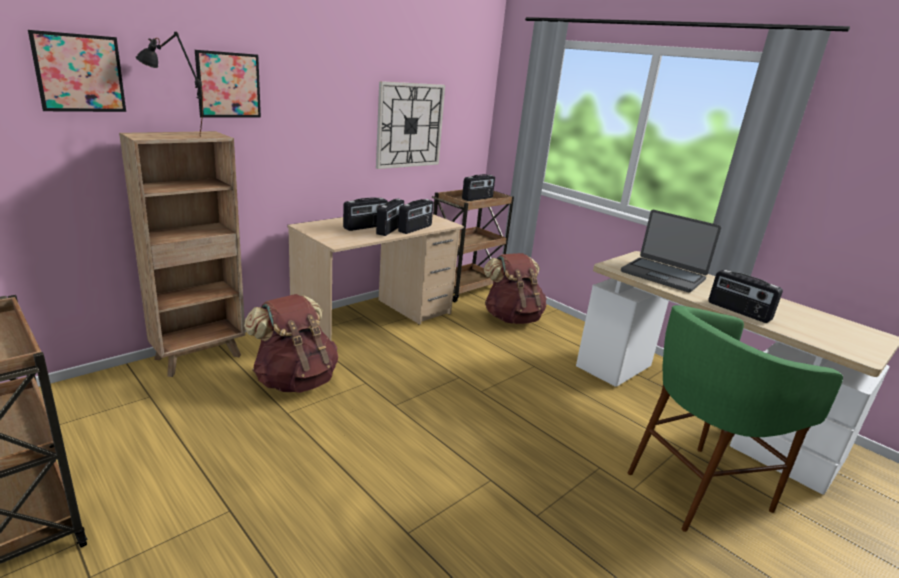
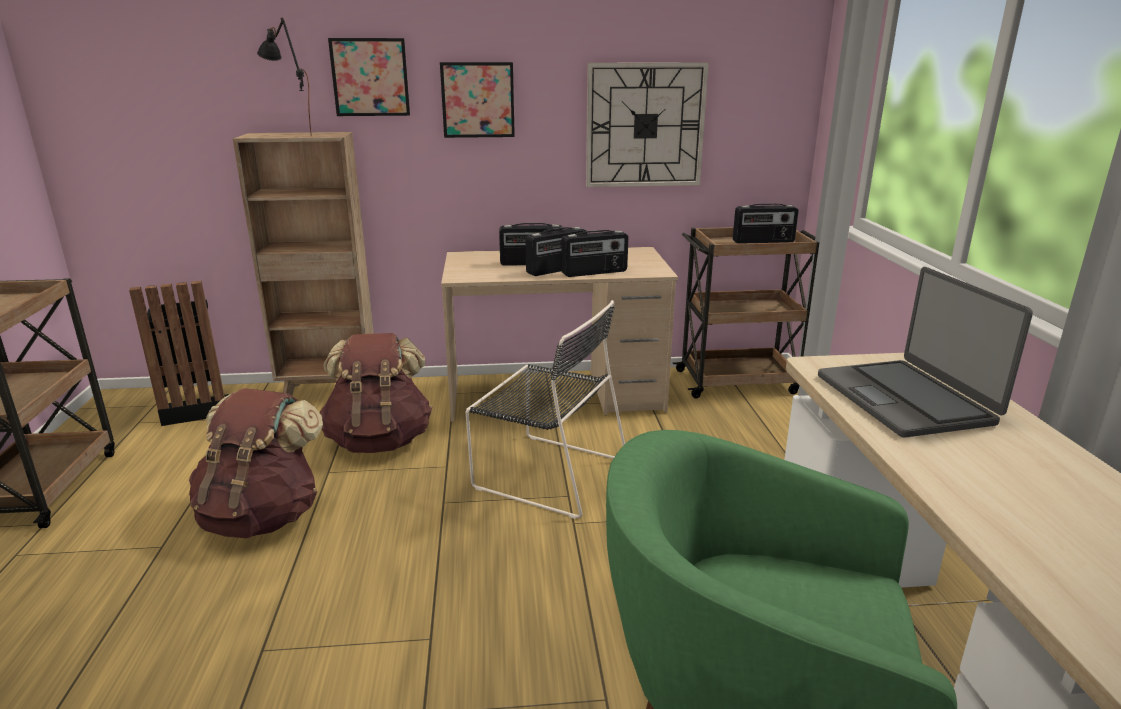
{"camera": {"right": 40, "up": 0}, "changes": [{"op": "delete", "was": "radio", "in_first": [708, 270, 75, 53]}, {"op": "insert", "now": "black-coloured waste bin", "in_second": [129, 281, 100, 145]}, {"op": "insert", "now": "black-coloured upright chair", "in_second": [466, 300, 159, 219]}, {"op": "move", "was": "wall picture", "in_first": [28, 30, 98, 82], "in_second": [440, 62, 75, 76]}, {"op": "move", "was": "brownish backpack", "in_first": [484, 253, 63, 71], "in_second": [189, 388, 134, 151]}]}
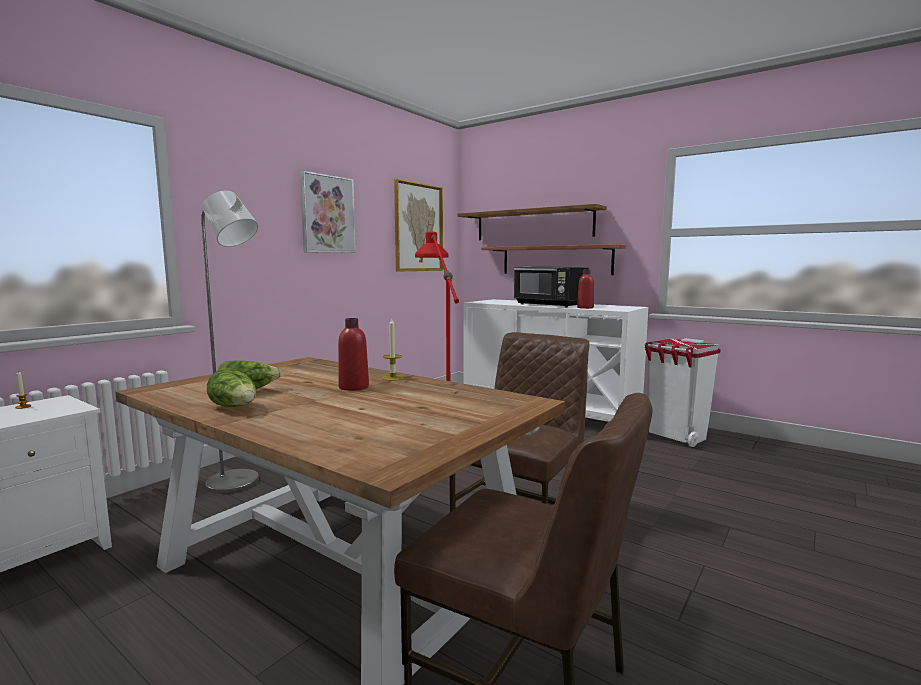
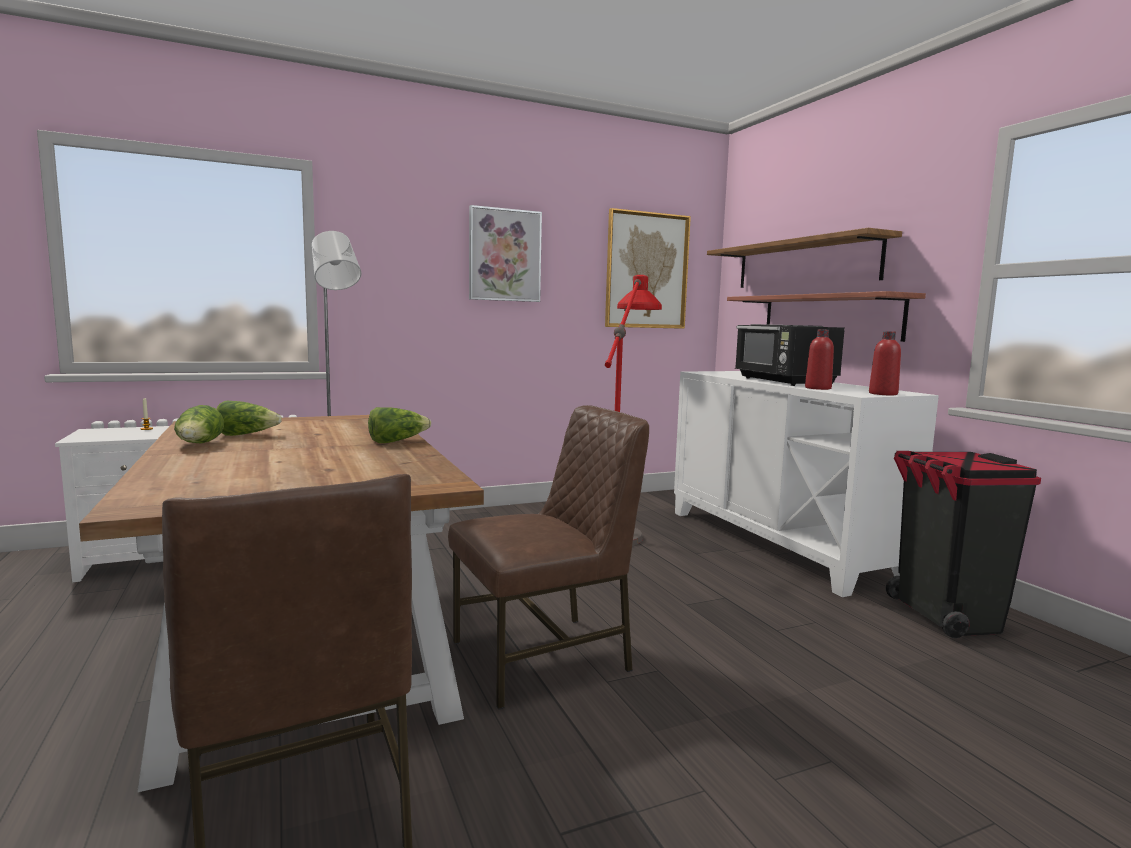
{"camera": {"right": 30, "up": 0}, "changes": [{"op": "move", "was": "red beverage bottle", "in_first": [338, 318, 31, 73], "in_second": [869, 331, 32, 64]}, {"op": "replace", "was": "wax candle", "now": "lettuce", "in_first": [382, 319, 22, 62], "in_second": [368, 407, 63, 36]}, {"op": "recolor", "was": "white-coloured waste bin", "now": "black-coloured waste bin", "in_first": [645, 338, 76, 109], "in_second": [886, 451, 155, 187]}]}
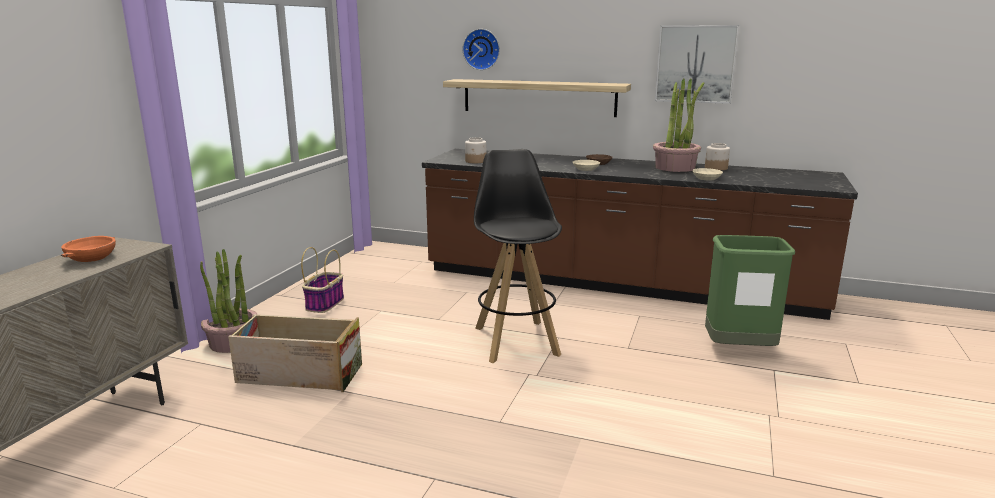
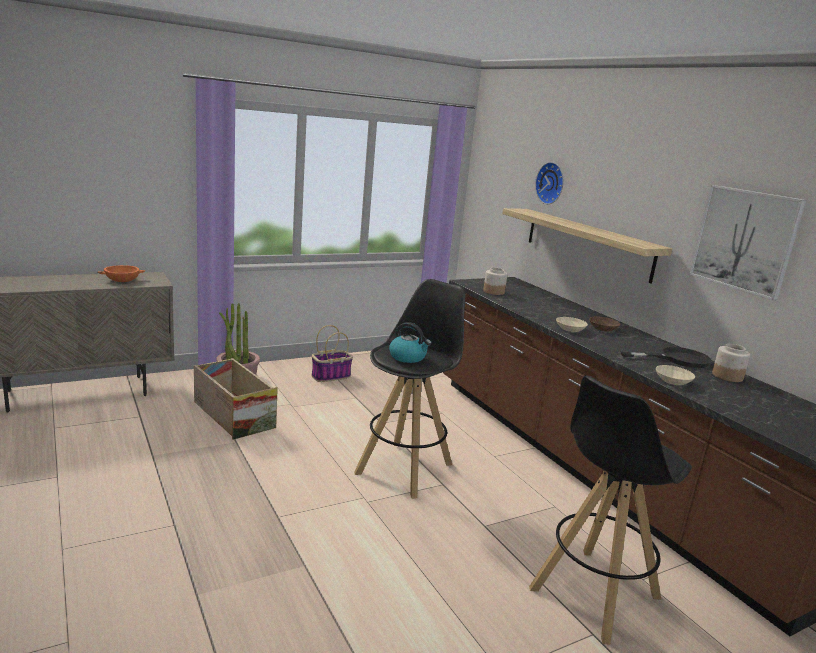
{"camera": {"right": 40, "up": 0}, "changes": [{"op": "insert", "now": "water kettle", "in_second": [389, 322, 43, 41]}, {"op": "replace", "was": "potted plant", "now": "black-coloured skillet", "in_first": [653, 78, 52, 94], "in_second": [621, 347, 91, 21]}, {"op": "replace", "was": "greenish waste bin", "now": "black-coloured stool", "in_first": [705, 235, 90, 111], "in_second": [529, 376, 163, 269]}]}
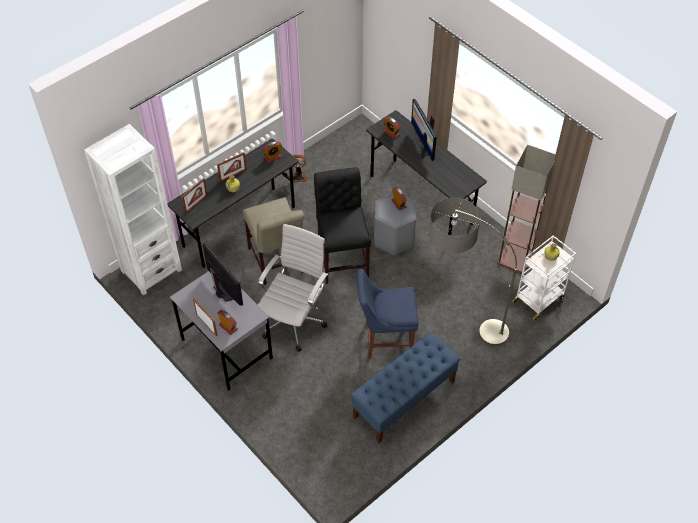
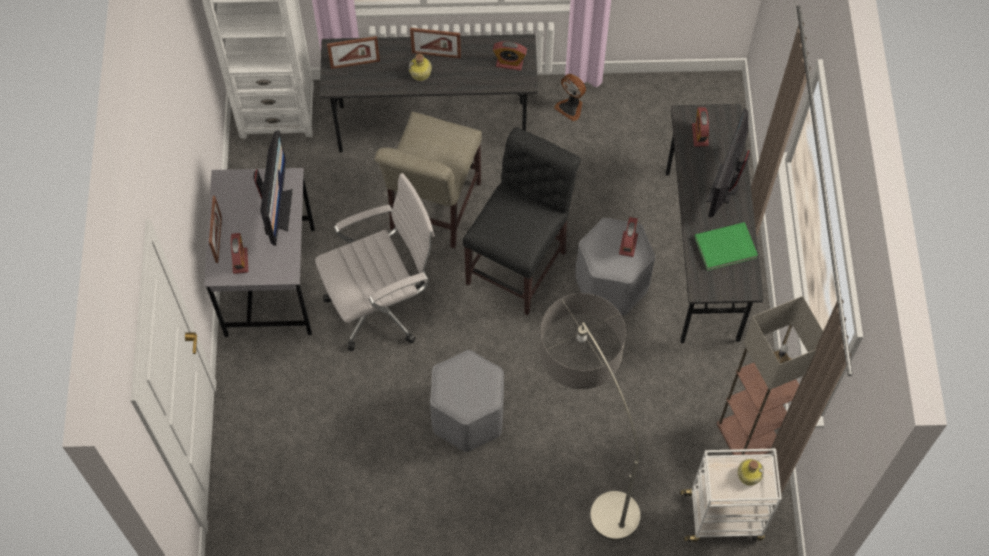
{"camera": {"right": 40, "up": 10}, "changes": [{"op": "delete", "was": "blue-coloured long seat", "in_first": [351, 332, 110, 111]}, {"op": "insert", "now": "greenish book", "in_second": [695, 222, 63, 49]}, {"op": "replace", "was": "blue-coloured upright chair", "now": "grey stool", "in_first": [357, 269, 61, 90], "in_second": [430, 350, 74, 102]}]}
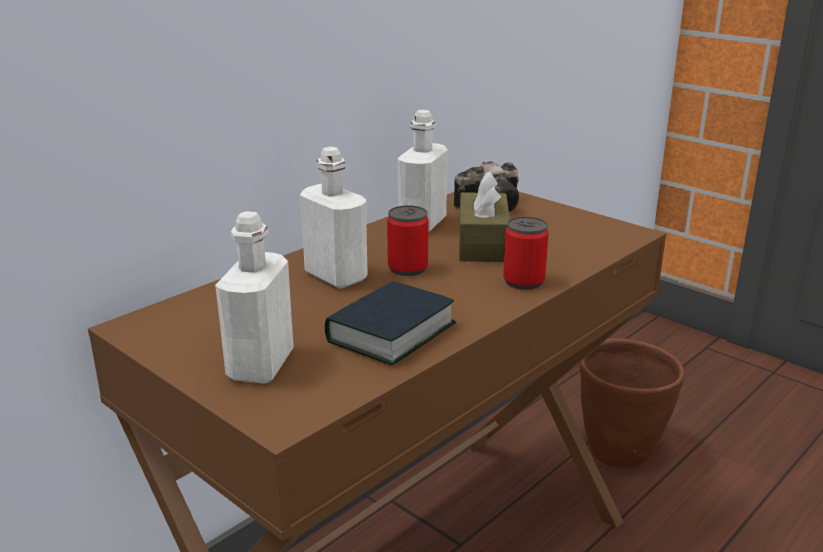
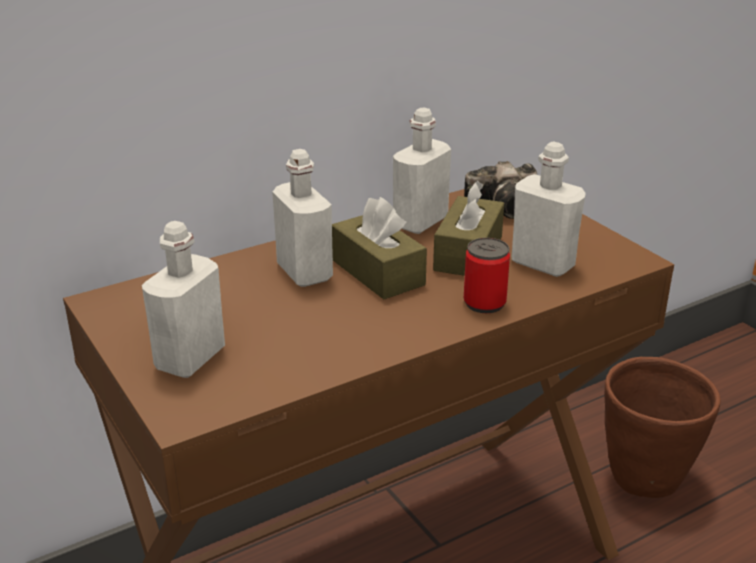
{"camera": {"right": 15, "up": 5}, "changes": [{"op": "delete", "was": "book", "in_first": [325, 281, 131, 84]}, {"op": "insert", "now": "white-coloured beverage bottle", "in_second": [512, 142, 74, 135]}, {"op": "replace", "was": "can", "now": "brownish tissue holder", "in_first": [387, 205, 41, 71], "in_second": [332, 197, 95, 102]}]}
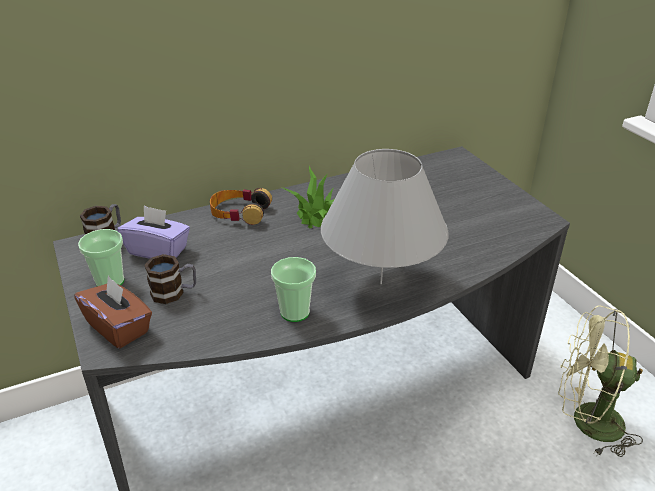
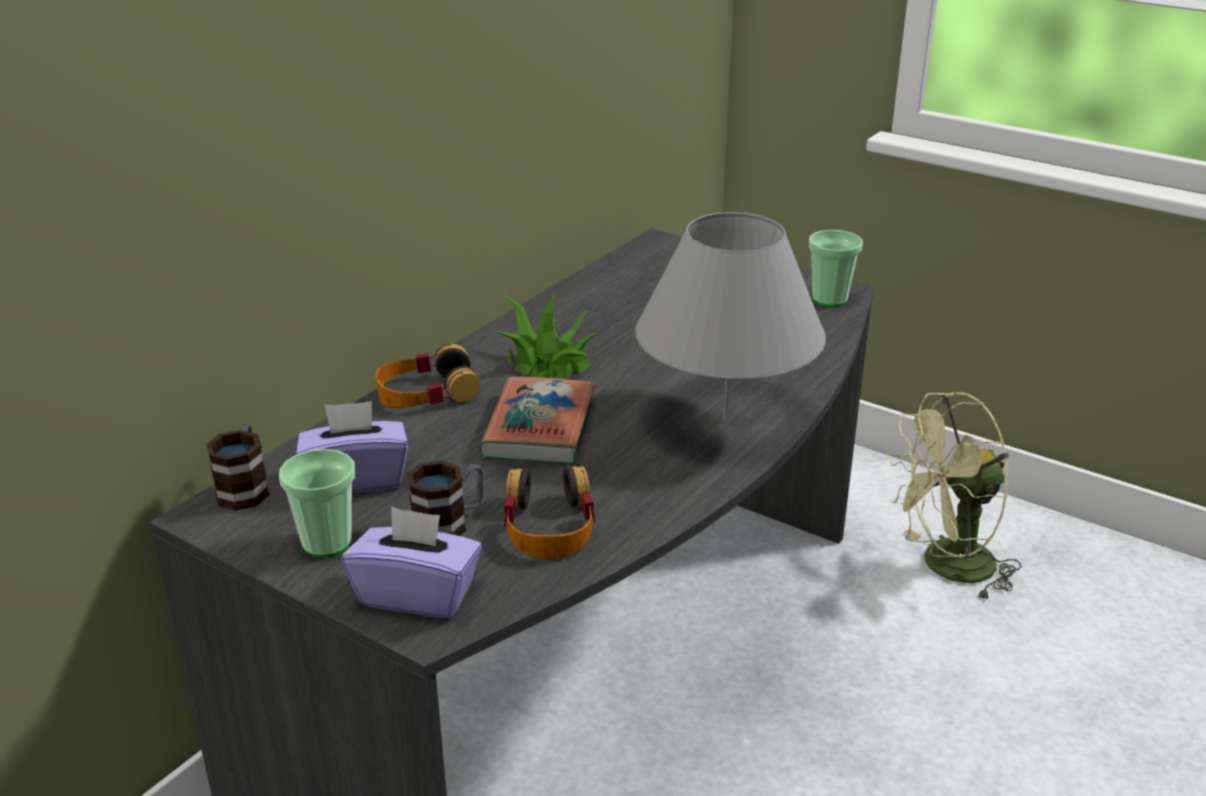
{"camera": {"right": -30, "up": -5}, "changes": [{"op": "insert", "now": "book", "in_second": [478, 377, 117, 88]}, {"op": "insert", "now": "headphones", "in_second": [504, 466, 91, 94]}, {"op": "move", "was": "cup", "in_first": [271, 257, 45, 65], "in_second": [809, 230, 54, 77]}, {"op": "recolor", "was": "brownish tissue holder", "now": "purple-coloured tissue holder", "in_first": [74, 275, 78, 74], "in_second": [342, 506, 140, 112]}]}
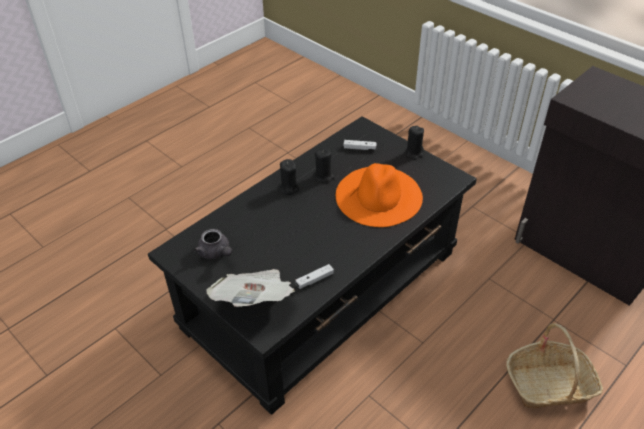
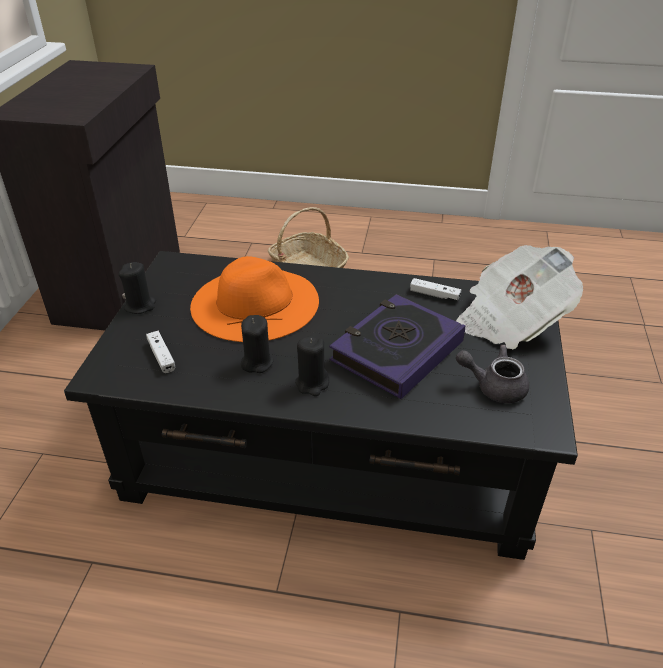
{"camera": {"right": -125, "up": -5}, "changes": [{"op": "insert", "now": "book", "in_second": [329, 294, 136, 105]}, {"op": "rotate", "was": "grey pot for tea", "in_first": [194, 229, 38, 30], "in_second": [456, 345, 73, 58], "clockwise": -90}]}
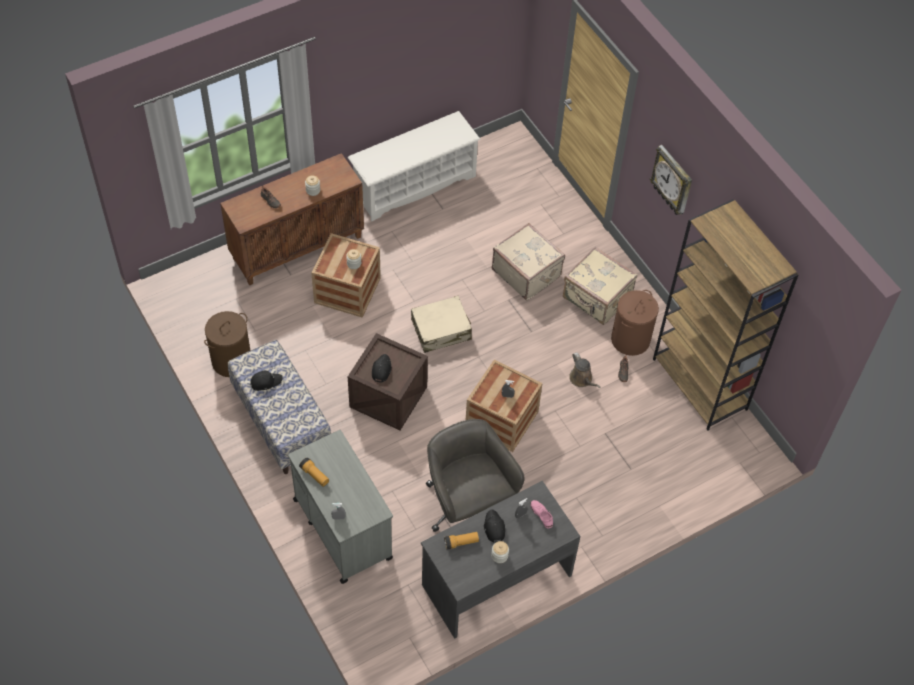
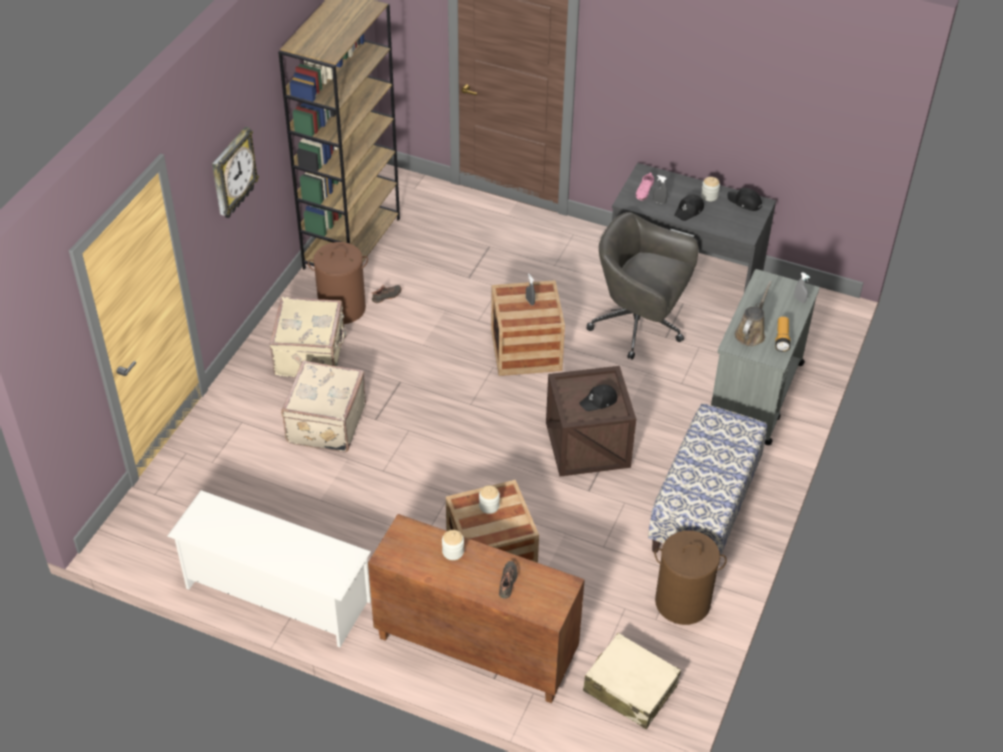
{"camera": {"right": -125, "up": -10}, "changes": [{"op": "delete", "was": "hand torch", "in_first": [444, 532, 35, 18]}, {"op": "move", "was": "black-coloured baseball cap", "in_first": [250, 370, 33, 21], "in_second": [727, 188, 35, 23]}, {"op": "move", "was": "sand-coloured travel case", "in_first": [411, 296, 61, 57], "in_second": [583, 633, 98, 96]}, {"op": "move", "was": "brownish watering can", "in_first": [569, 352, 32, 36], "in_second": [735, 281, 36, 65]}, {"op": "rotate", "was": "grey computer chair", "in_first": [426, 419, 98, 113], "in_second": [586, 212, 113, 148], "clockwise": 90}]}
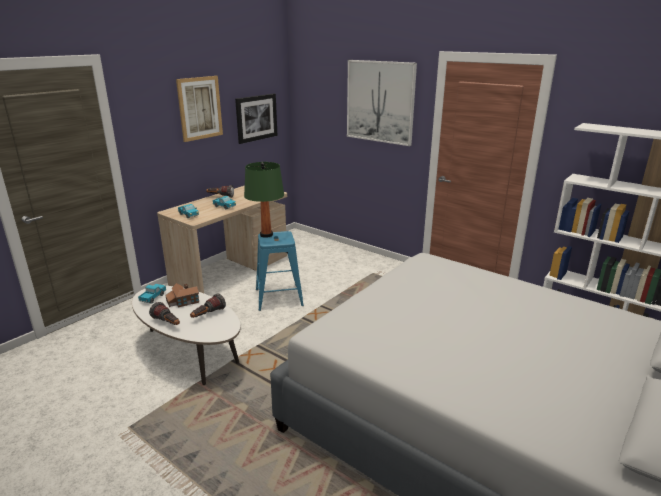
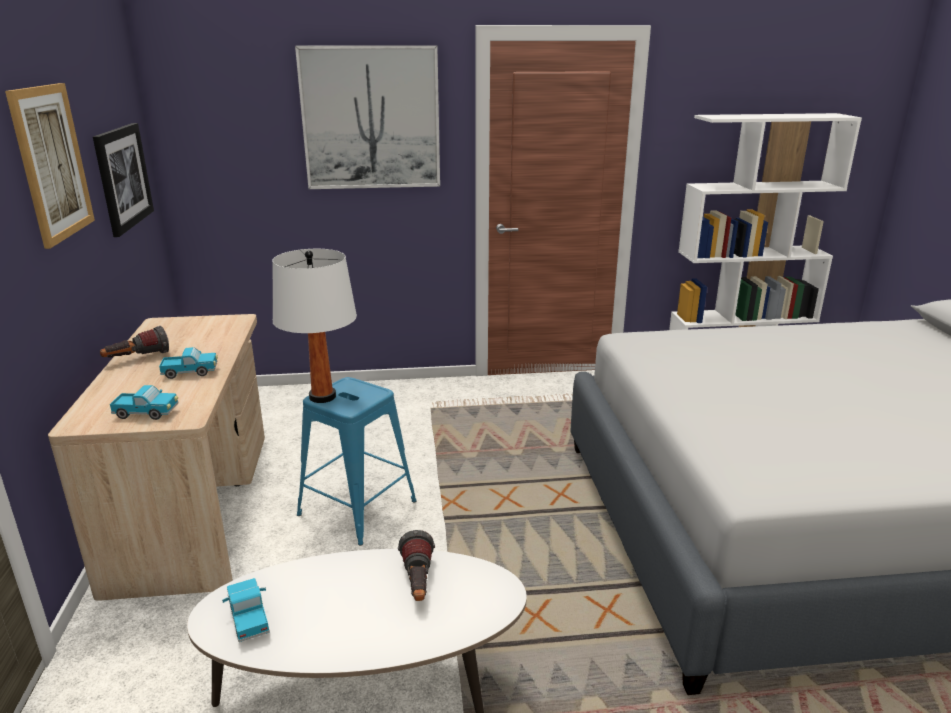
{"camera": {"right": -45, "up": 0}, "changes": [{"op": "delete", "was": "hand torch", "in_first": [149, 302, 31, 23]}, {"op": "delete", "was": "model house", "in_first": [165, 283, 34, 24]}, {"op": "recolor", "was": "greenish tabletop lamp", "now": "white-coloured tabletop lamp", "in_first": [244, 162, 40, 76], "in_second": [272, 249, 85, 154]}]}
